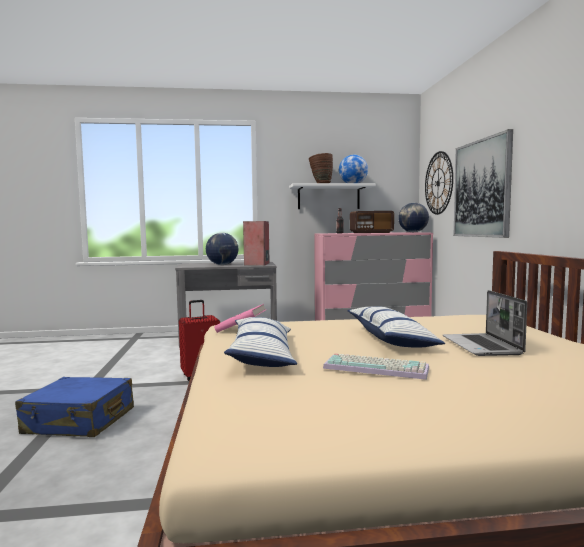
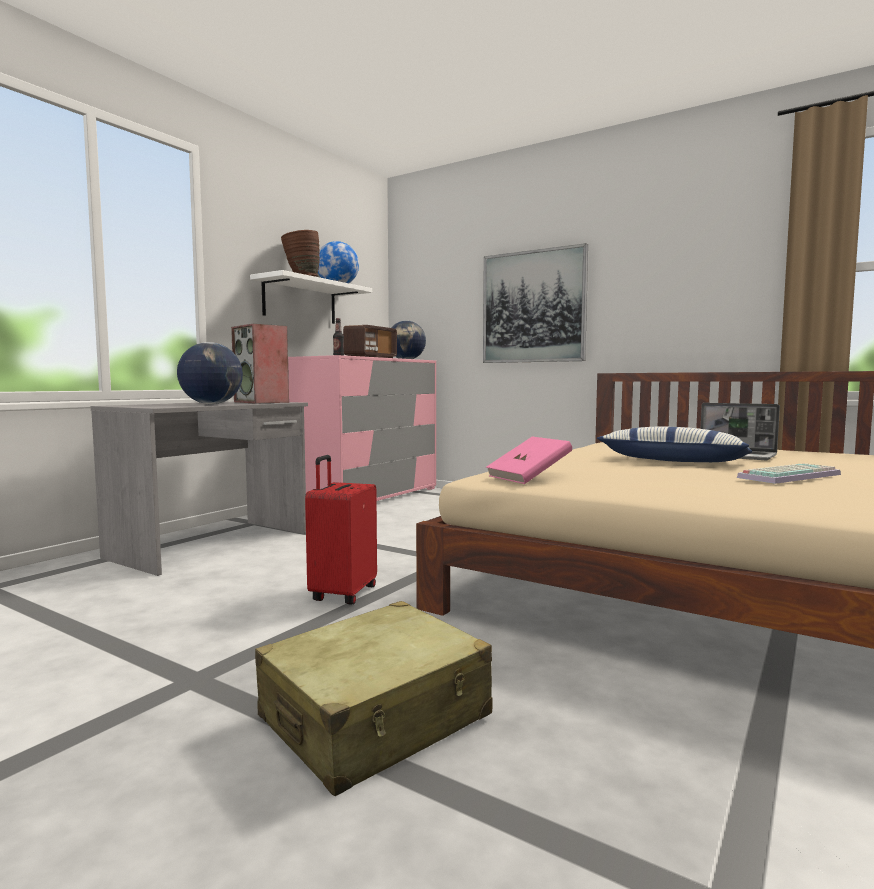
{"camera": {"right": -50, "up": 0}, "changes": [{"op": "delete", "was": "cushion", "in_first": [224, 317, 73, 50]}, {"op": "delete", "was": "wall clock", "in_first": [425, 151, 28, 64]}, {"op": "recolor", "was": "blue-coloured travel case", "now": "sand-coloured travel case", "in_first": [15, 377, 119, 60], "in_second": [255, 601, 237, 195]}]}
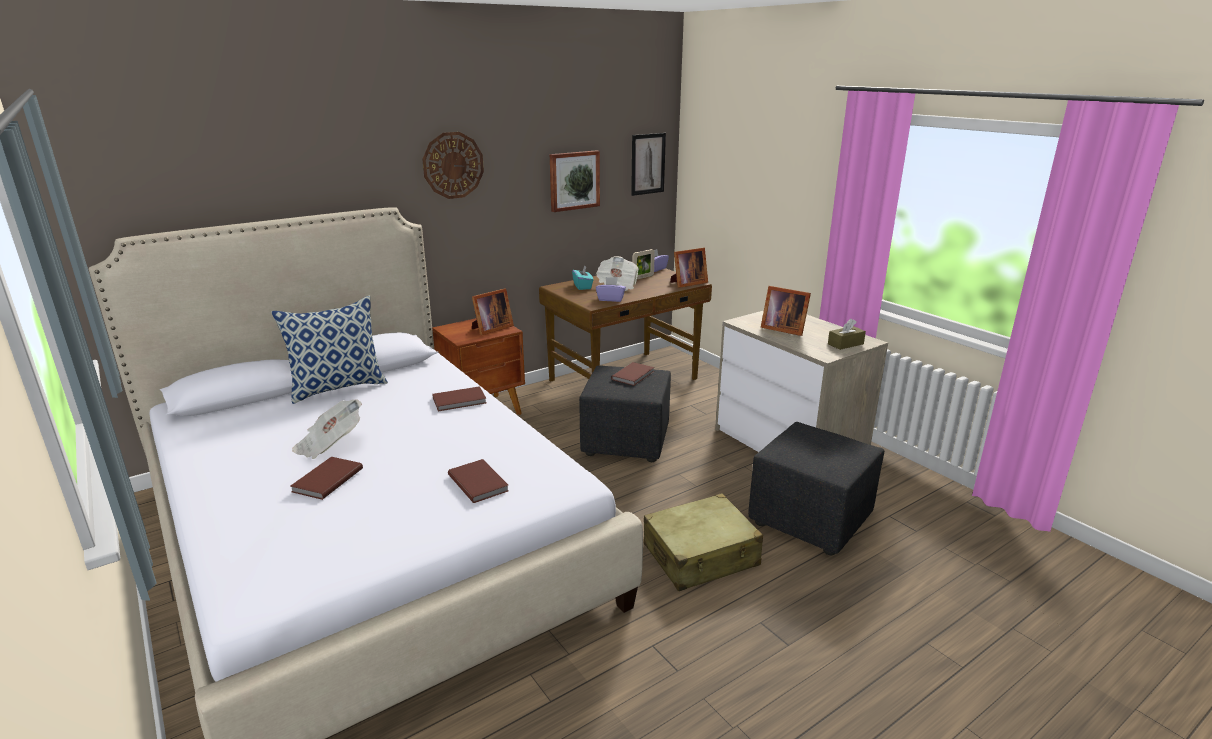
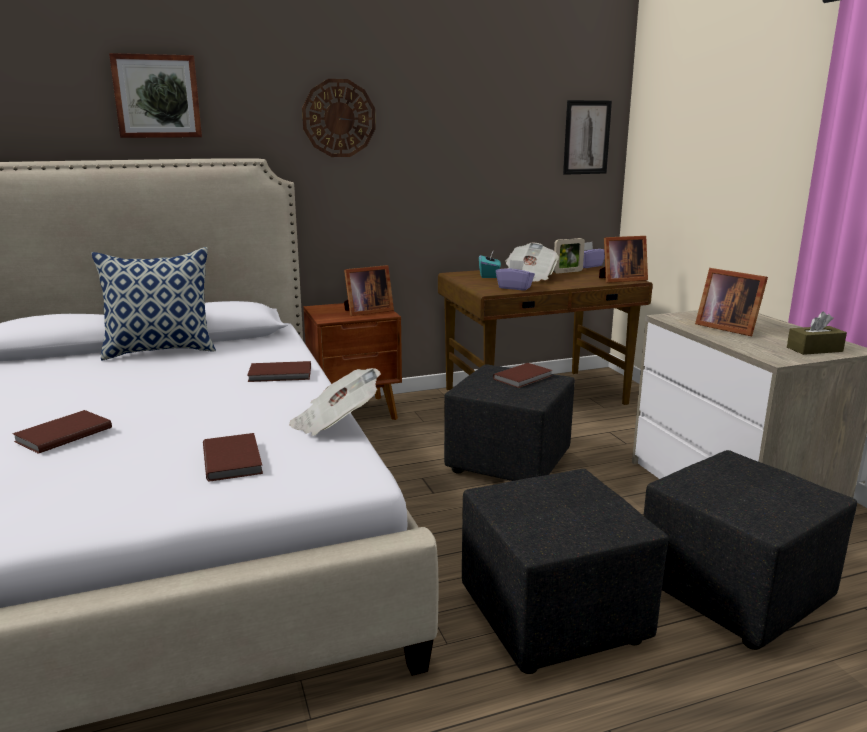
{"camera": {"right": 15, "up": -5}, "changes": [{"op": "move", "was": "newspaper", "in_first": [292, 399, 70, 60], "in_second": [289, 368, 92, 68]}, {"op": "move", "was": "wall picture", "in_first": [550, 150, 50, 62], "in_second": [109, 53, 93, 85]}, {"op": "replace", "was": "sand-coloured travel case", "now": "black-coloured ottoman", "in_first": [644, 493, 119, 98], "in_second": [462, 469, 206, 205]}]}
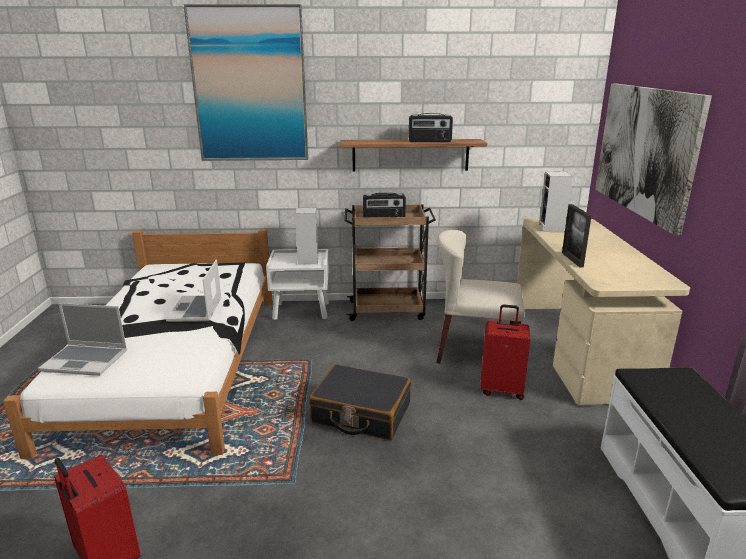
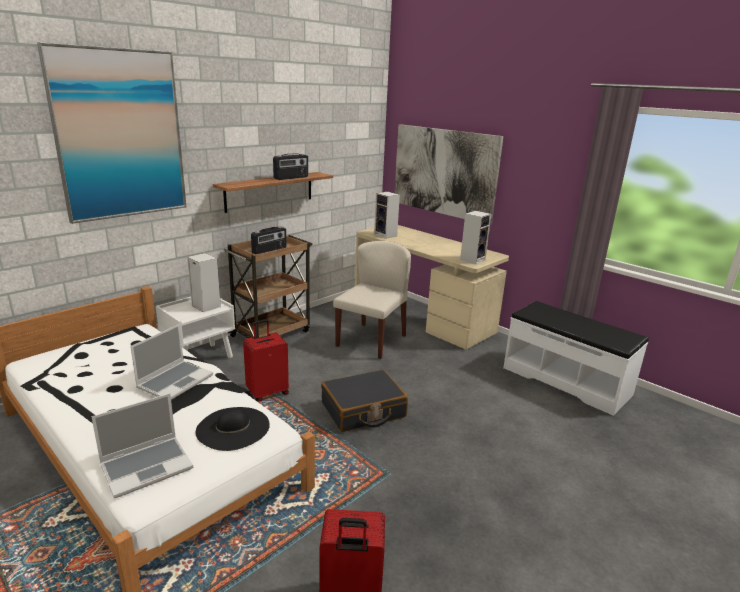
{"camera": {"right": -45, "up": 0}, "changes": [{"op": "delete", "was": "standing frame", "in_first": [562, 204, 30, 63]}, {"op": "insert", "now": "black-coloured wearable hat", "in_second": [195, 407, 75, 44]}, {"op": "insert", "now": "loudspeaker", "in_second": [460, 211, 31, 54]}, {"op": "move", "was": "red travel case", "in_first": [480, 304, 50, 96], "in_second": [243, 320, 46, 82]}, {"op": "rotate", "was": "laptop", "in_first": [166, 259, 56, 63], "in_second": [130, 324, 83, 76], "clockwise": -105}, {"op": "rotate", "was": "sand-coloured upright chair", "in_first": [436, 230, 89, 133], "in_second": [333, 241, 78, 118], "clockwise": 150}]}
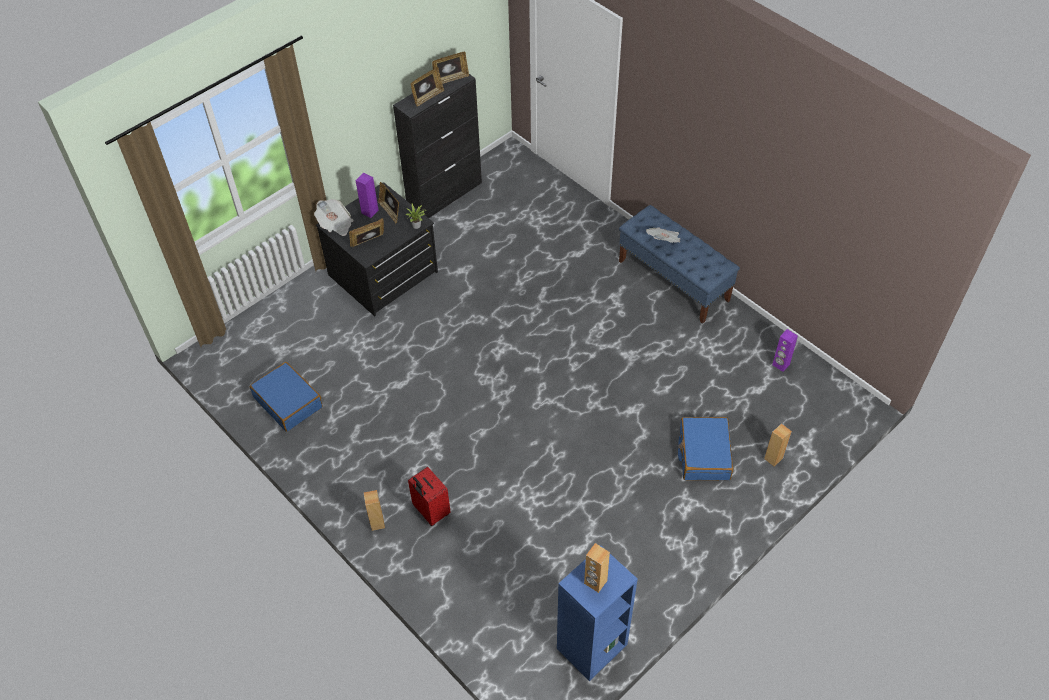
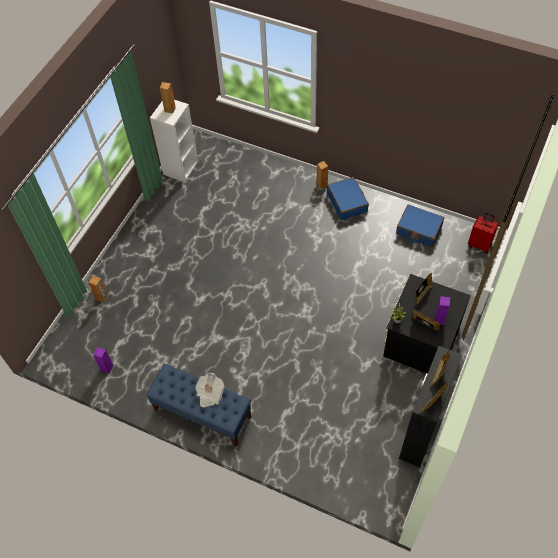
{"camera": {"right": 160, "up": 5}, "changes": [{"op": "delete", "was": "newspaper", "in_first": [314, 199, 39, 37]}, {"op": "move", "was": "red travel case", "in_first": [408, 467, 43, 59], "in_second": [468, 213, 31, 41]}, {"op": "move", "was": "blue-coloured travel case", "in_first": [678, 417, 55, 64], "in_second": [327, 177, 42, 43]}, {"op": "recolor", "was": "blue-coloured bookshelf", "now": "white-coloured bookshelf", "in_first": [557, 546, 81, 135], "in_second": [150, 100, 49, 82]}]}
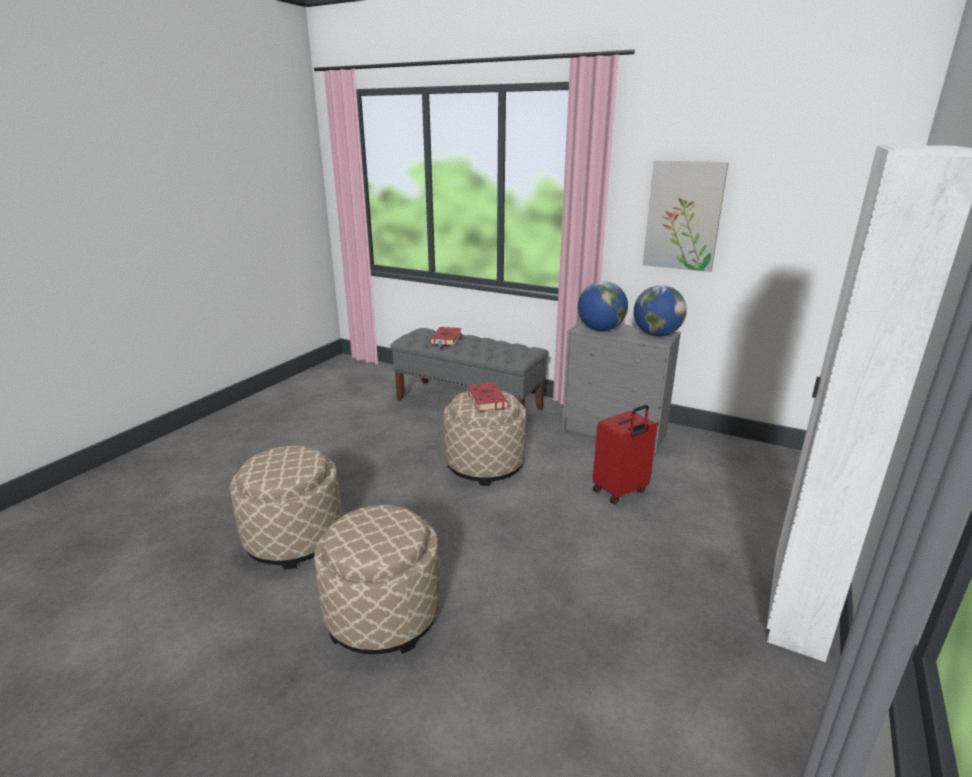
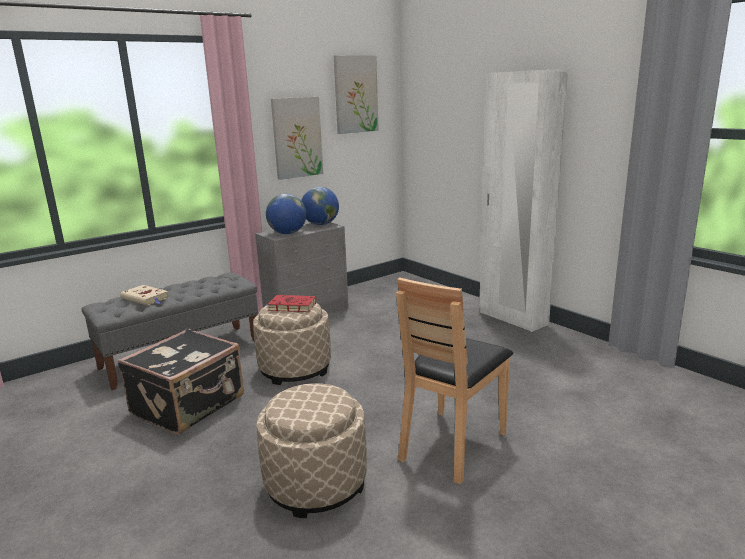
{"camera": {"right": -65, "up": -5}, "changes": [{"op": "delete", "was": "red travel case", "in_first": [593, 405, 64, 99]}, {"op": "insert", "now": "black-coloured travel case", "in_second": [117, 328, 127, 107]}, {"op": "insert", "now": "wall picture", "in_second": [334, 55, 45, 79]}, {"op": "replace", "was": "sand-coloured ottoman", "now": "brownish upright chair", "in_first": [314, 505, 126, 149], "in_second": [396, 277, 117, 207]}, {"op": "recolor", "was": "red book", "now": "sand-coloured book", "in_first": [430, 327, 32, 21], "in_second": [120, 285, 49, 20]}]}
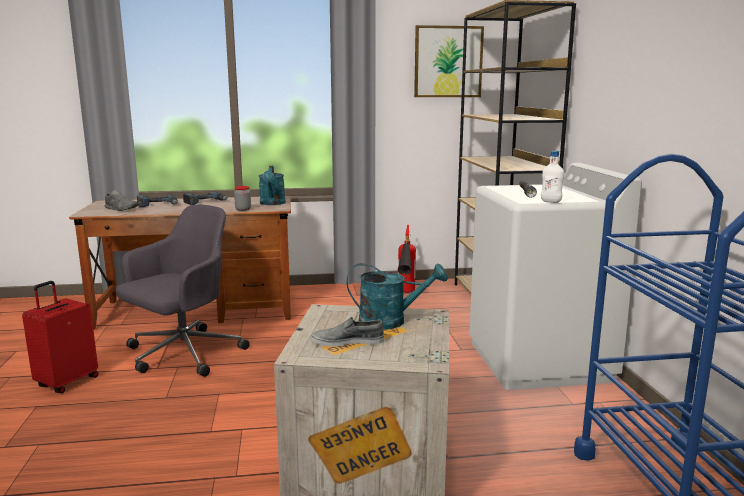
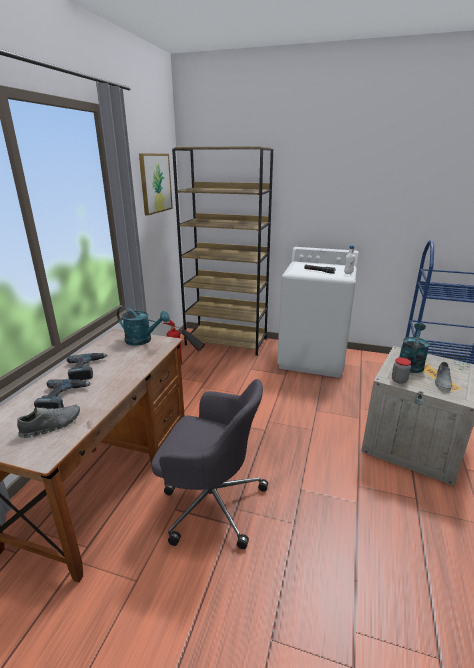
{"camera": {"right": -65, "up": 10}, "changes": [{"op": "delete", "was": "red travel case", "in_first": [22, 281, 77, 112]}, {"op": "move", "was": "jar", "in_first": [234, 186, 17, 25], "in_second": [392, 358, 19, 26]}, {"op": "rotate", "was": "grey computer chair", "in_first": [116, 204, 133, 173], "in_second": [151, 379, 117, 170], "clockwise": 135}]}
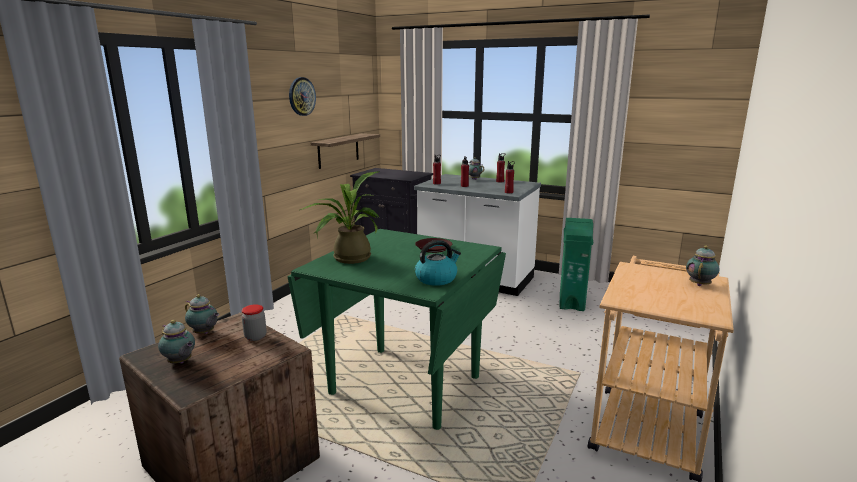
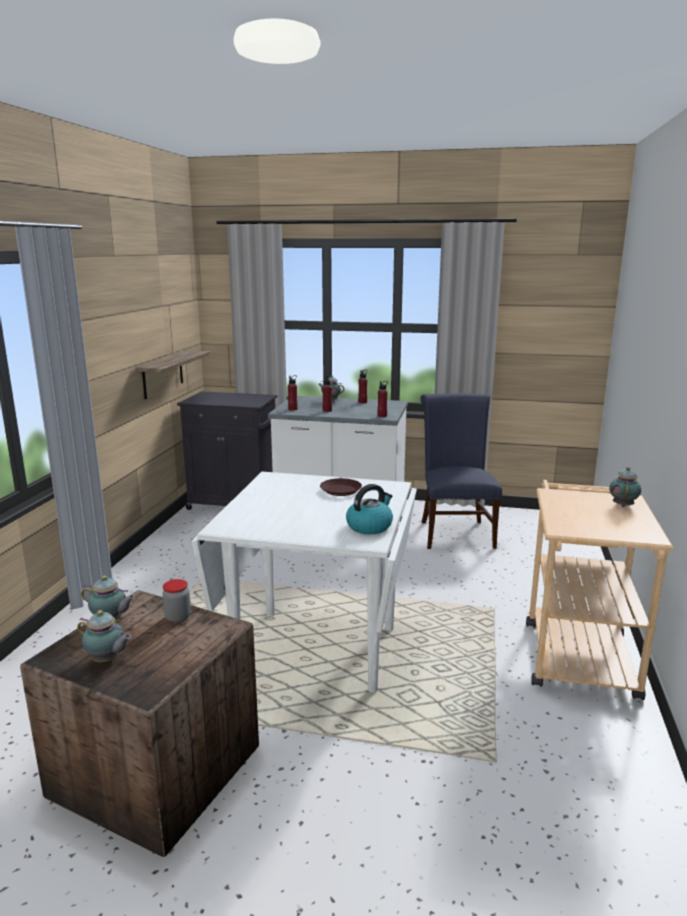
{"camera": {"right": -15, "up": 0}, "changes": [{"op": "delete", "was": "wall clock", "in_first": [289, 77, 27, 39]}, {"op": "delete", "was": "potted plant", "in_first": [300, 172, 80, 92]}, {"op": "replace", "was": "greenish waste bin", "now": "blue-coloured upright chair", "in_first": [559, 218, 34, 93], "in_second": [420, 393, 82, 156]}, {"op": "recolor", "was": "greenish dinner table", "now": "white-coloured dinner table", "in_first": [287, 229, 219, 201], "in_second": [192, 472, 225, 221]}]}
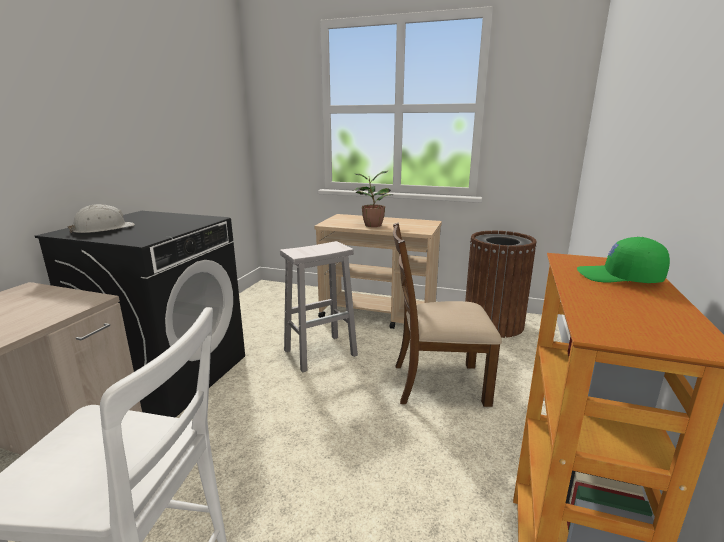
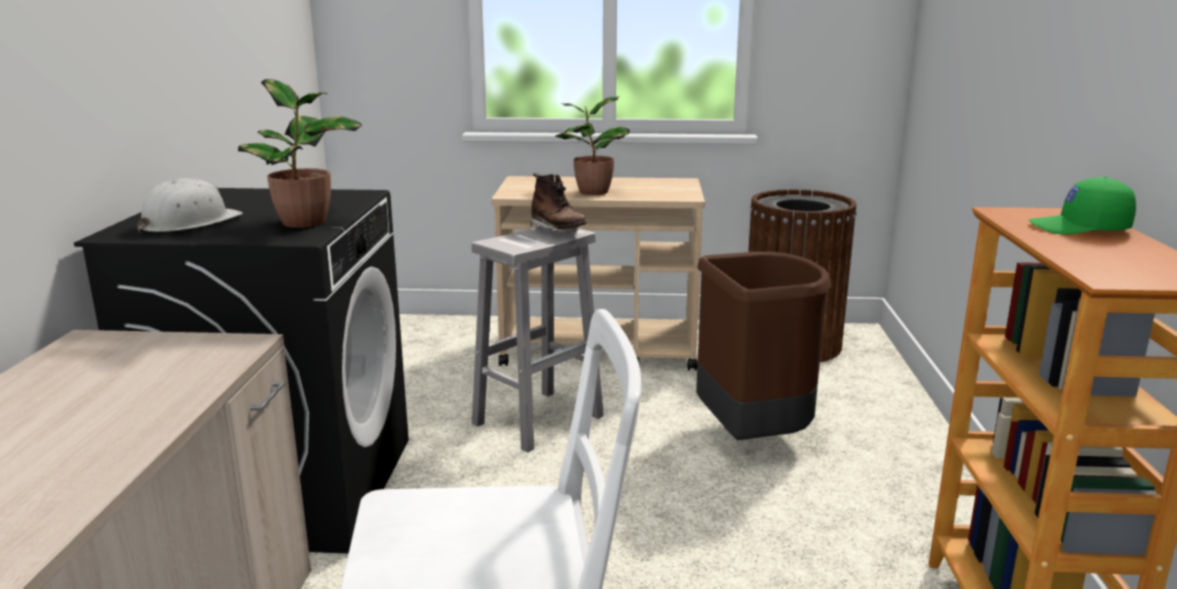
{"camera": {"right": -15, "up": 0}, "changes": [{"op": "insert", "now": "potted plant", "in_second": [238, 79, 124, 149]}, {"op": "insert", "now": "brownish boot", "in_second": [530, 173, 58, 60]}, {"op": "replace", "was": "brownish upright chair", "now": "brownish waste bin", "in_first": [393, 223, 109, 184], "in_second": [696, 252, 135, 188]}]}
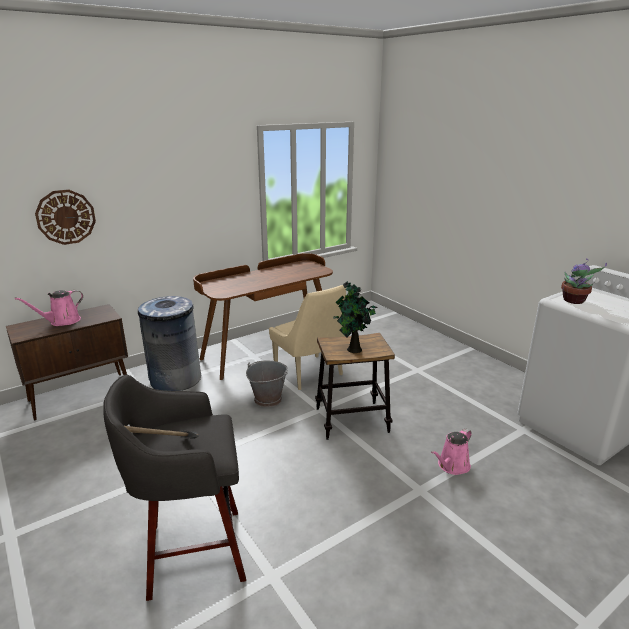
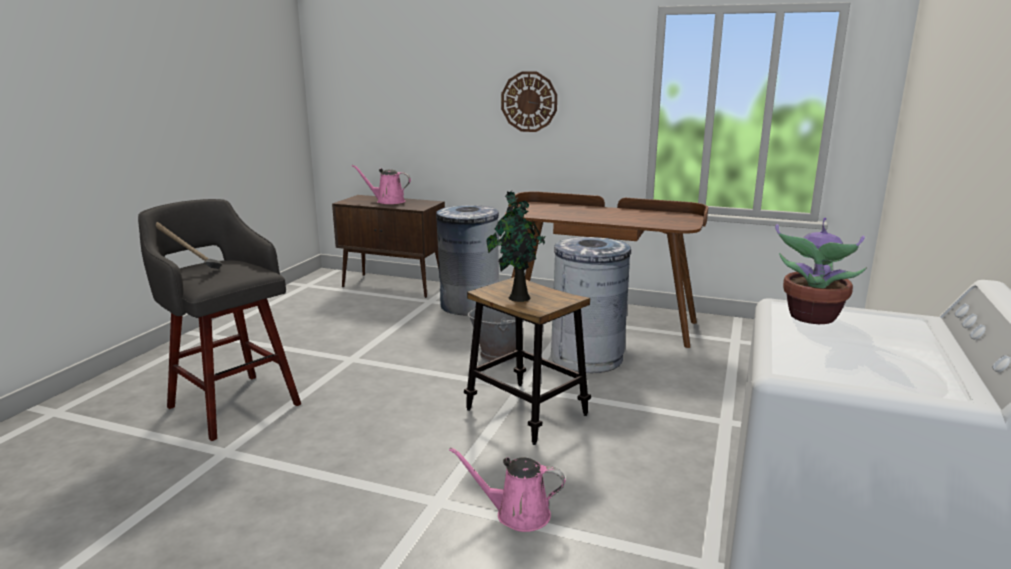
{"camera": {"right": 55, "up": -5}, "changes": [{"op": "move", "was": "wall clock", "in_first": [35, 190, 61, 55], "in_second": [501, 71, 56, 61]}, {"op": "replace", "was": "sand-coloured upright chair", "now": "grey waste bin", "in_first": [269, 285, 77, 105], "in_second": [551, 237, 80, 136]}]}
